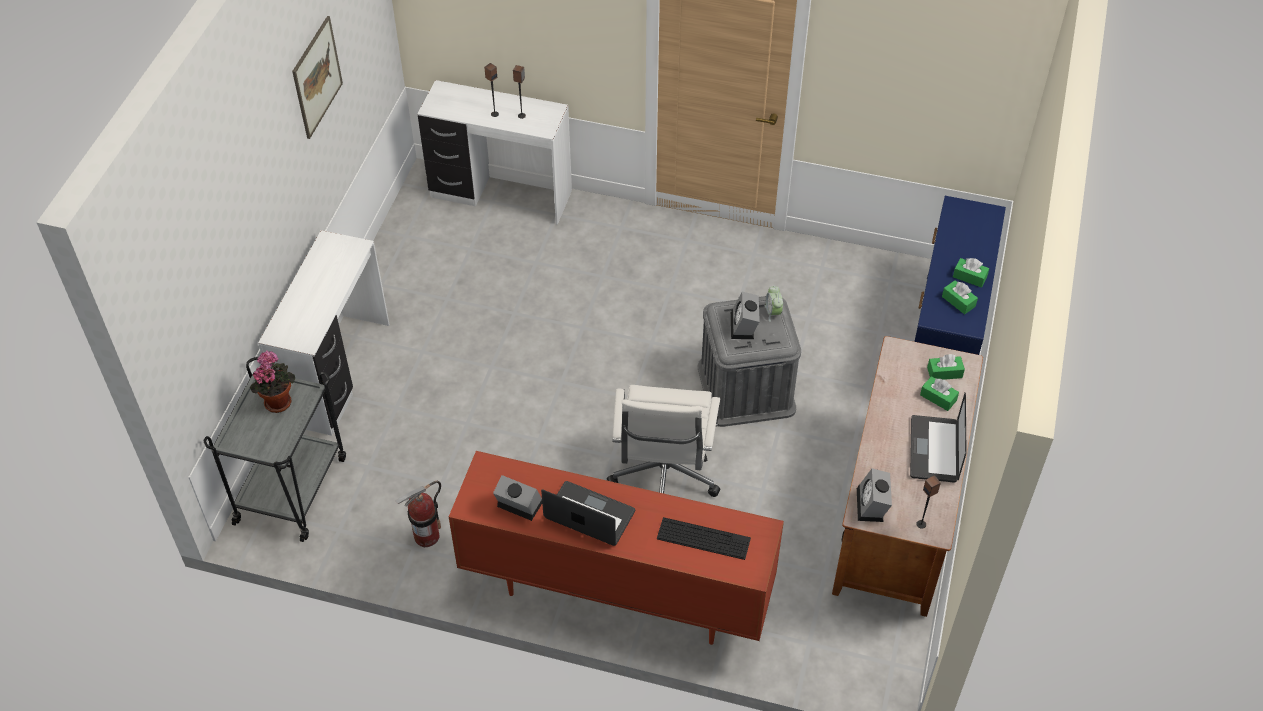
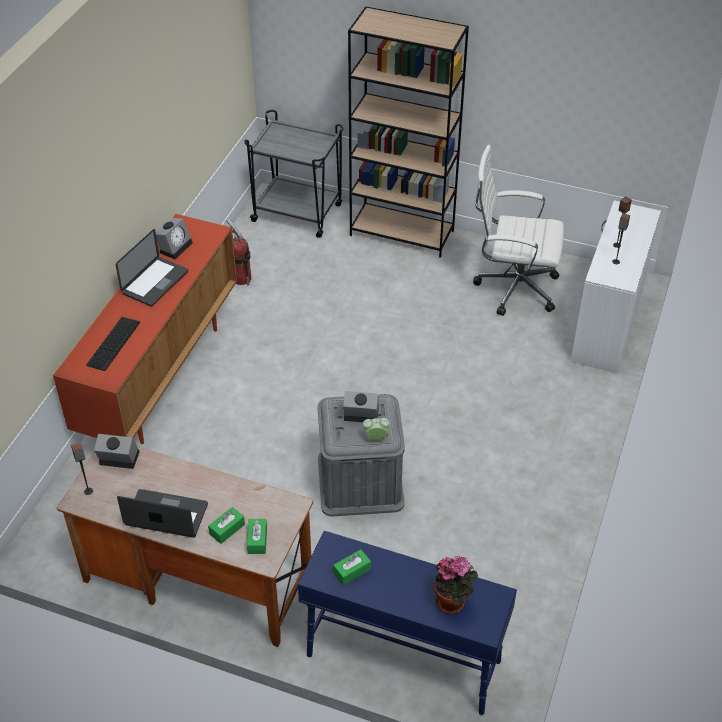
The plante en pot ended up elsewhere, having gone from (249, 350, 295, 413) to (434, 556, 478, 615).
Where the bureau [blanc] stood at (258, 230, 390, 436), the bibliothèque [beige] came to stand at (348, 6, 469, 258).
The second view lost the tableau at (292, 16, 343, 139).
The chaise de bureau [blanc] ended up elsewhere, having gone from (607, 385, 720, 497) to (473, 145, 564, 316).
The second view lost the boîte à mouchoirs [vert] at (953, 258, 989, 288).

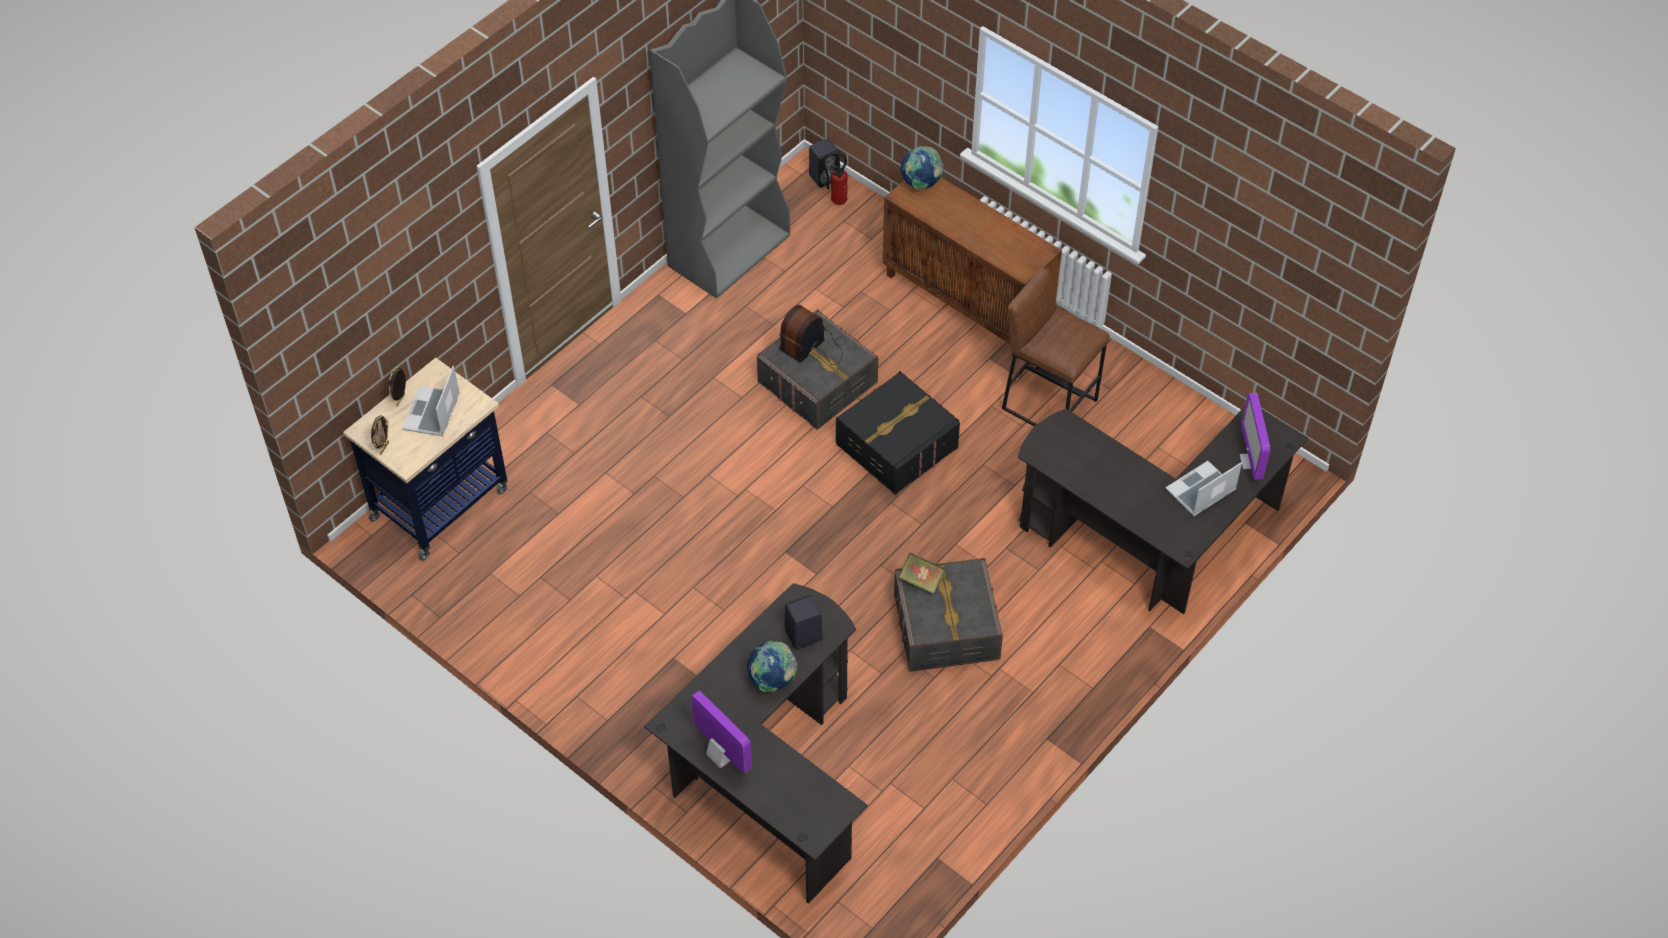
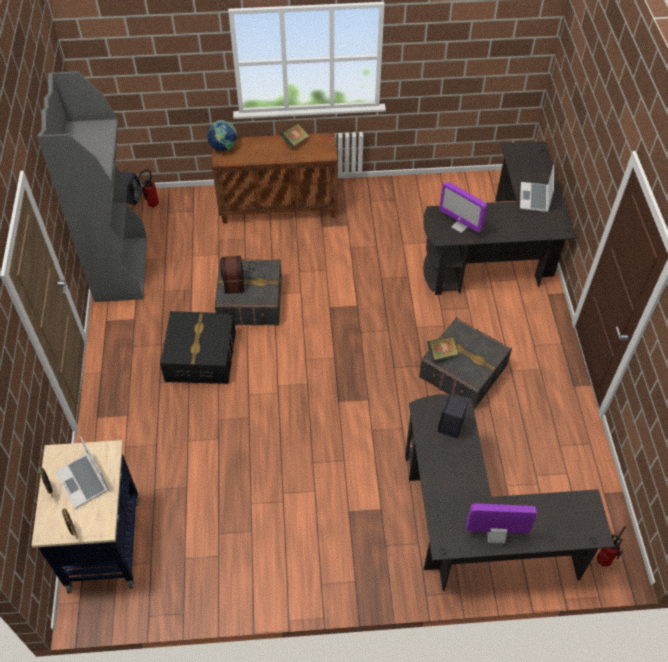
The second view lost the globe at (747, 641, 797, 692).
The boîte de rangement [noir] ended up elsewhere, having gone from (836, 371, 960, 495) to (160, 311, 236, 384).
The second view lost the tabouret [marron] at (1002, 267, 1110, 427).
The écran d'ordinateur ended up elsewhere, having gone from (1240, 393, 1270, 480) to (439, 182, 487, 233).
The second view gained the livre at (280, 123, 309, 148).
The second view gained the extincteur at (597, 526, 626, 567).

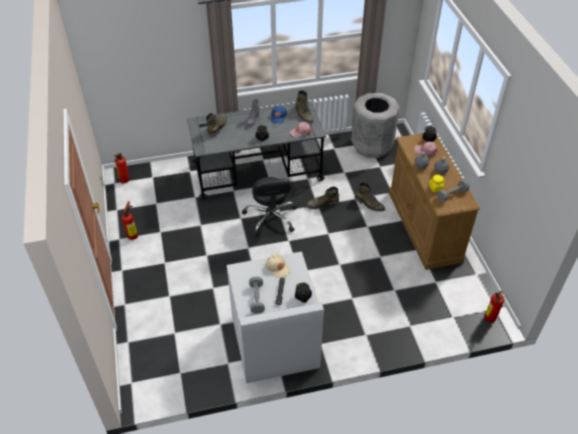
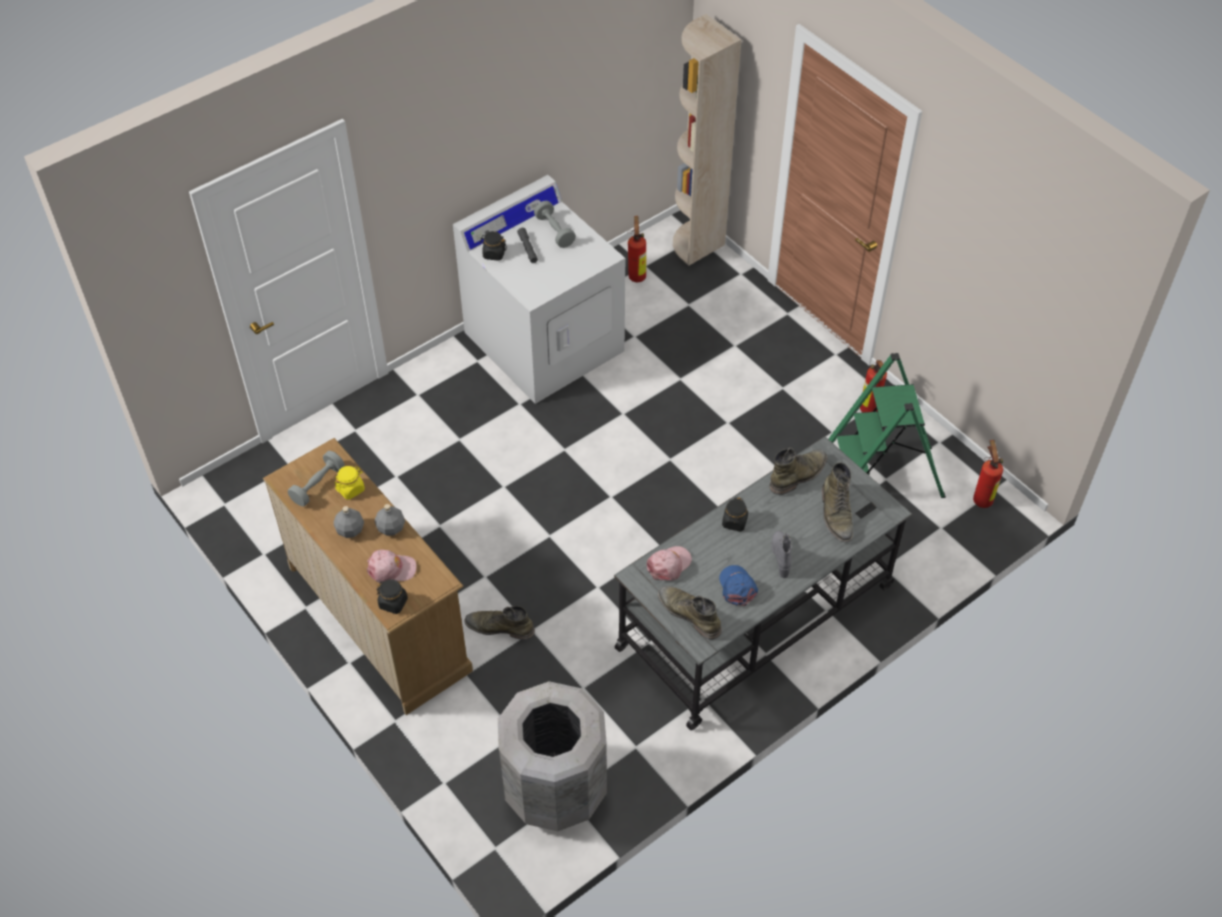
The second view lost the chaise de bureau [noir] at (242, 177, 297, 237).
The second view lost the casquette [beige] at (266, 254, 290, 278).
The botte [vert] ended up elsewhere, having gone from (306, 187, 339, 209) to (769, 447, 827, 495).
The extincteur ended up elsewhere, having gone from (484, 291, 504, 322) to (628, 216, 646, 282).
The second view gained the bibliothèque [beige] at (673, 14, 741, 266).
The second view gained the escabeau [vert] at (829, 353, 946, 498).

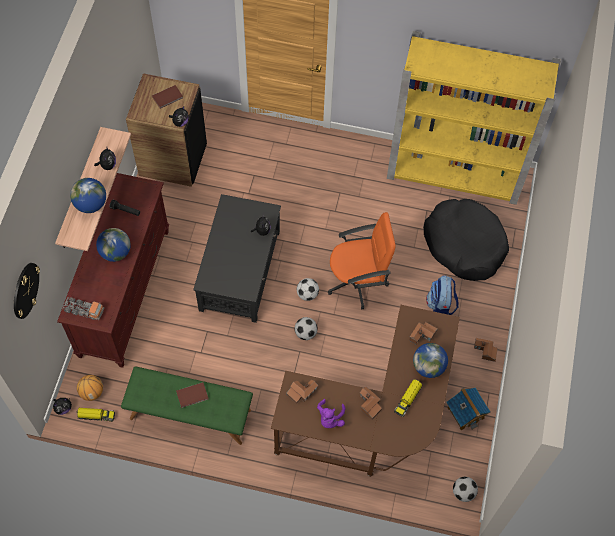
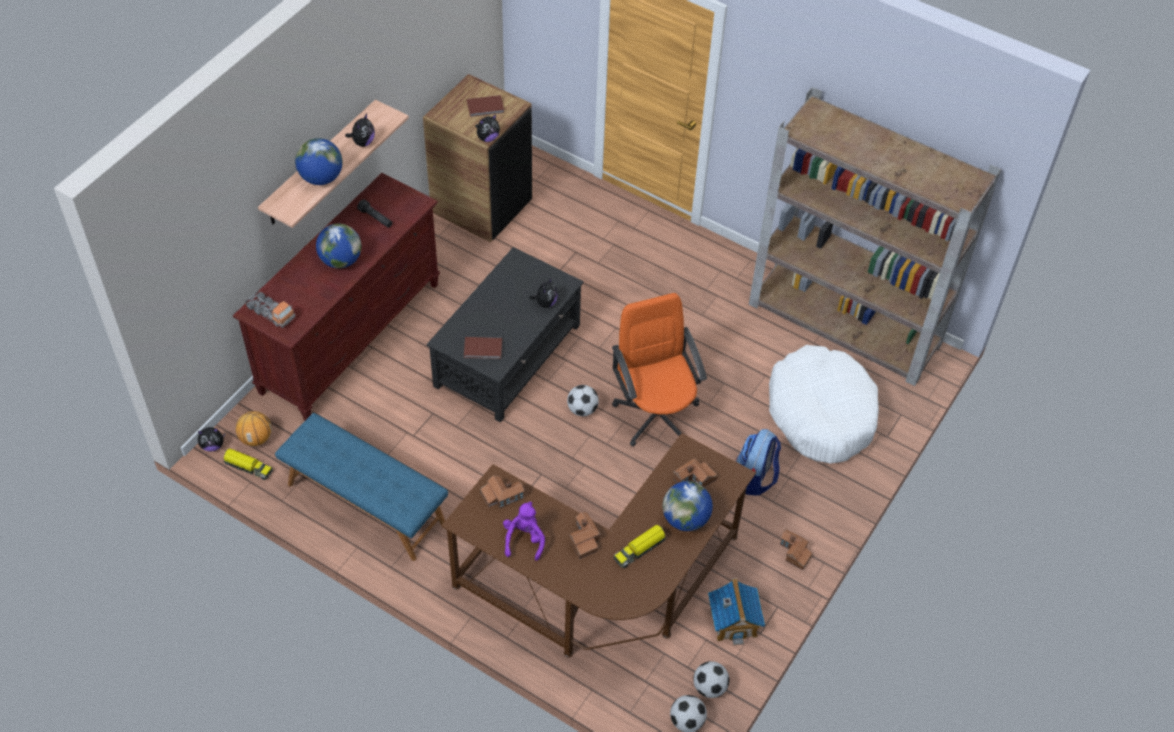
The second view lost the horloge murale at (14, 263, 40, 319).
What was the banc [vert] at (121, 366, 253, 445) turned into the banc [bleu] at (275, 413, 448, 561).
The livre [marron] ended up elsewhere, having gone from (176, 382, 208, 408) to (464, 337, 502, 359).
The ballon de foot ended up elsewhere, having gone from (295, 317, 318, 340) to (693, 661, 730, 698).
The peluche [violet] at (317, 399, 346, 428) ended up facing another way, 150 degrees clockwise from before.
The chaise de bureau [orange] at (328, 212, 396, 310) ended up facing another way, 120 degrees counterclockwise from before.
What was the bibliothèque [jaune] at (387, 31, 561, 205) turned into the bibliothèque [marron] at (749, 87, 1001, 386).
What was the panier pour chien [noir] at (424, 199, 509, 281) turned into the panier pour chien [blanc] at (769, 345, 879, 464).

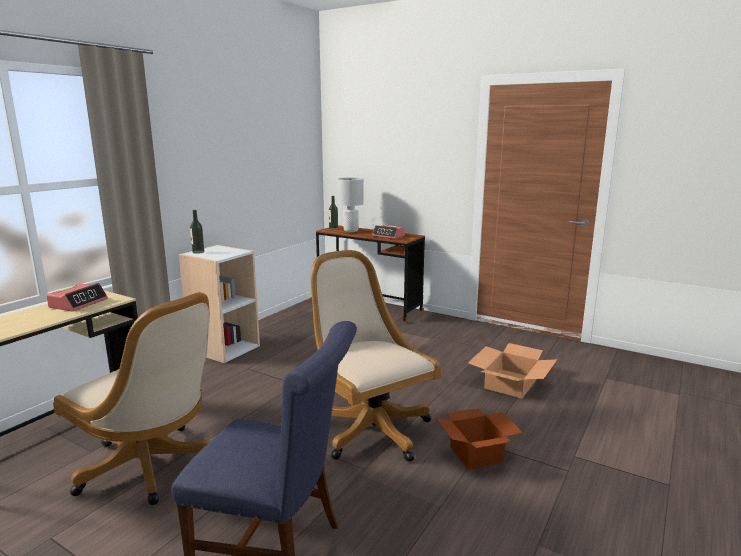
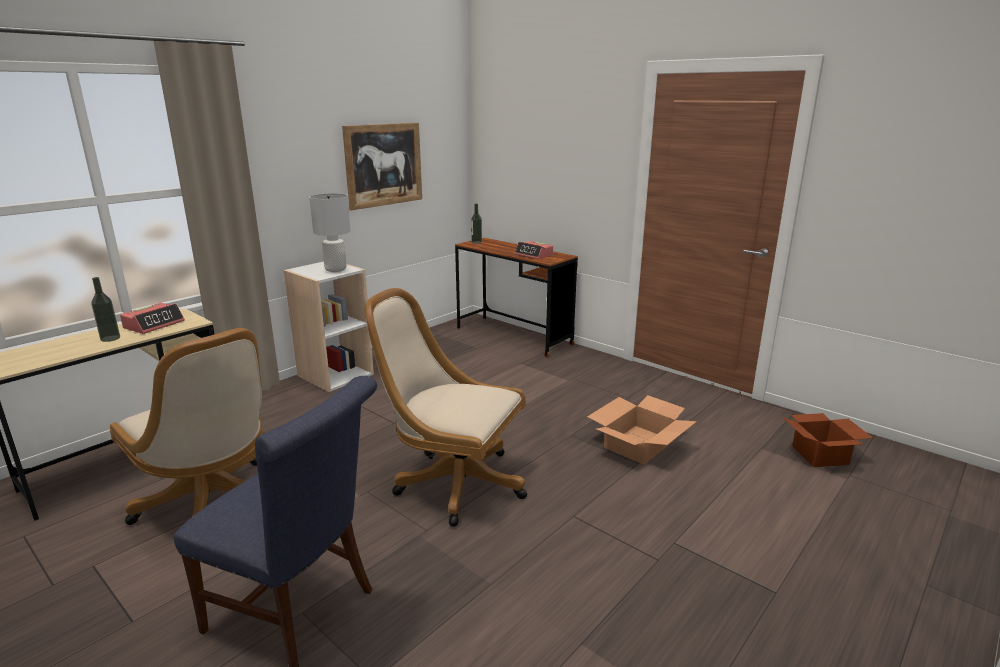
The bouteille ended up elsewhere, having gone from (190, 210, 204, 254) to (91, 277, 120, 342).
The chaise de bureau at (311, 250, 441, 462) ended up facing another way, 45 degrees counterclockwise from before.
The lampe de table [gris] ended up elsewhere, having gone from (338, 178, 364, 232) to (309, 193, 350, 272).
The carton ended up elsewhere, having gone from (436, 408, 523, 470) to (782, 413, 873, 467).
The second view gained the tableau at (342, 123, 422, 210).

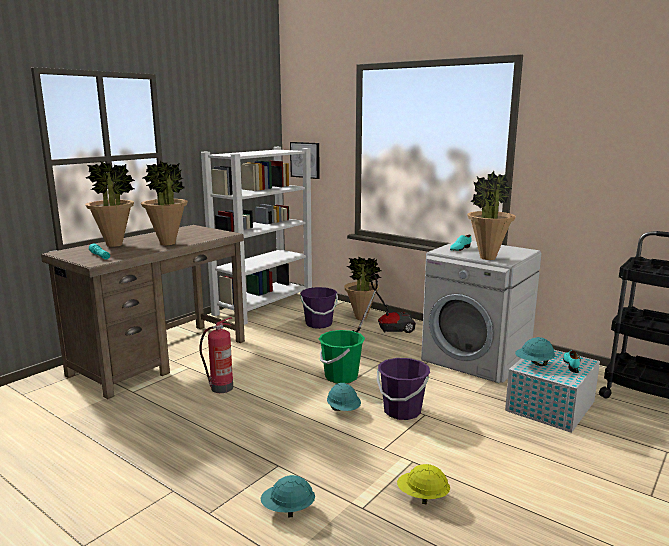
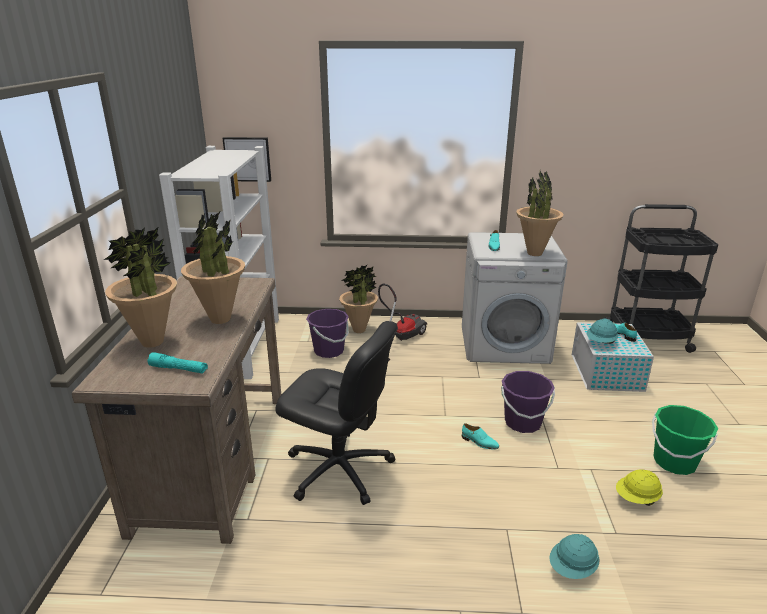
Where the extincteur stood at (199, 317, 233, 393), the chaise de bureau [noir] came to stand at (275, 321, 398, 505).
The seau [vert] ended up elsewhere, having gone from (319, 330, 365, 383) to (652, 405, 718, 475).
Where the casque de chantier [turquoise] stood at (327, 383, 361, 411), the chaussure [turquoise] came to stand at (462, 423, 499, 450).

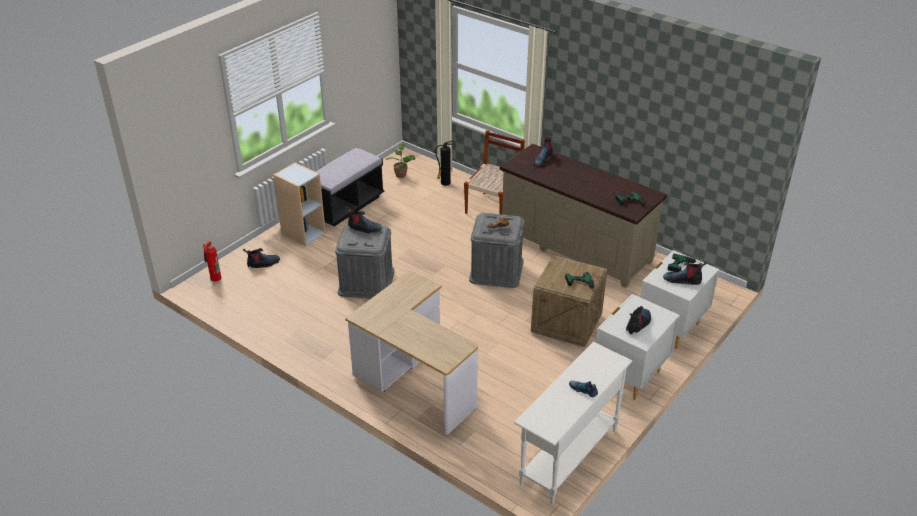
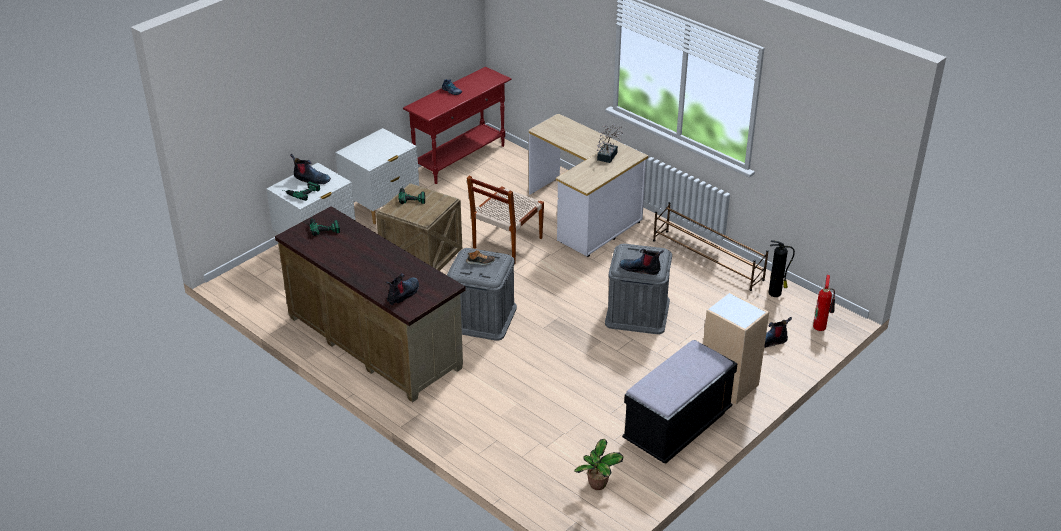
The extincteur ended up elsewhere, having gone from (435, 140, 454, 186) to (768, 240, 795, 297).
The chaise ended up elsewhere, having gone from (464, 130, 525, 214) to (467, 176, 544, 263).
What was the table console [blanc] at (514, 342, 632, 504) turned into the table console [rouge] at (403, 67, 511, 184).
The second view lost the botte at (626, 306, 651, 334).
The second view gained the plante en pot at (597, 124, 623, 163).
The second view gained the étagère à chaussures [marron] at (653, 202, 769, 291).

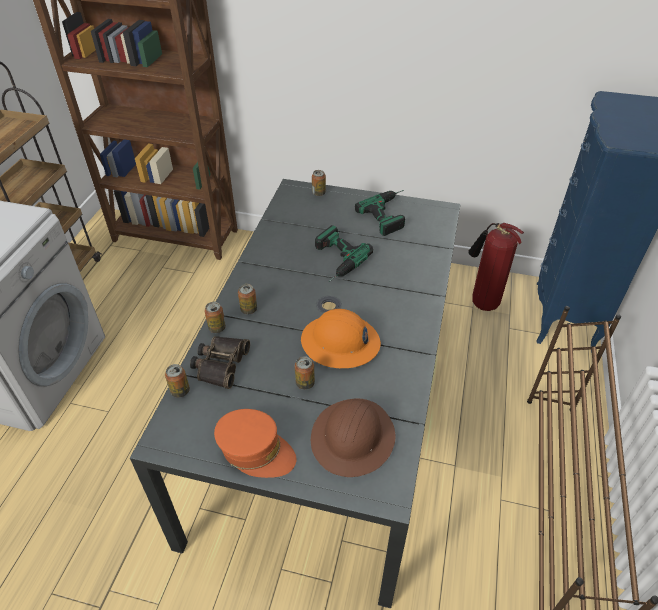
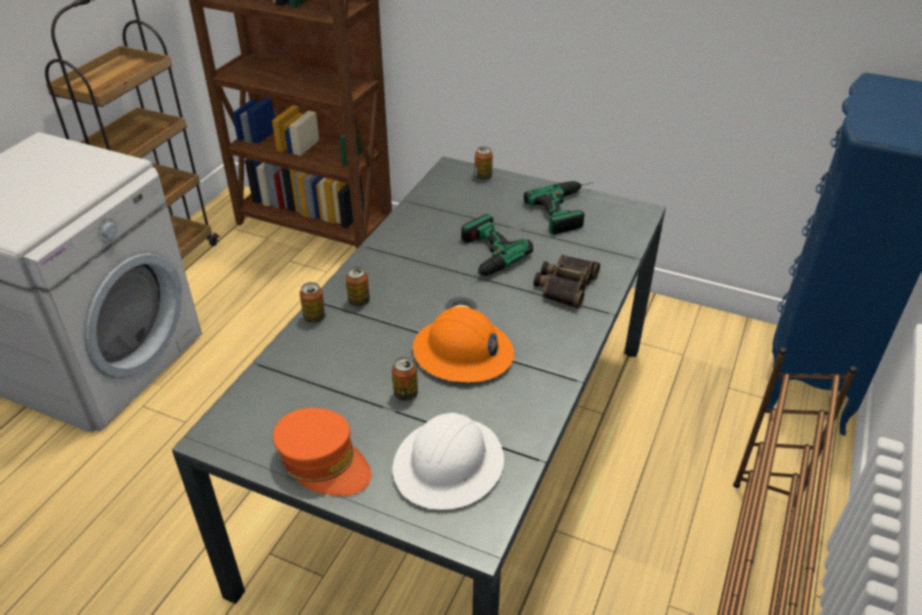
The second view lost the boîte métallique at (165, 364, 190, 398).
The jumelles ended up elsewhere, having gone from (190, 336, 250, 389) to (534, 255, 600, 309).
What was the casque de chantier [marron] at (310, 398, 396, 477) turned into the casque de chantier [blanc] at (392, 413, 504, 510).
The second view lost the extincteur at (468, 223, 524, 311).

